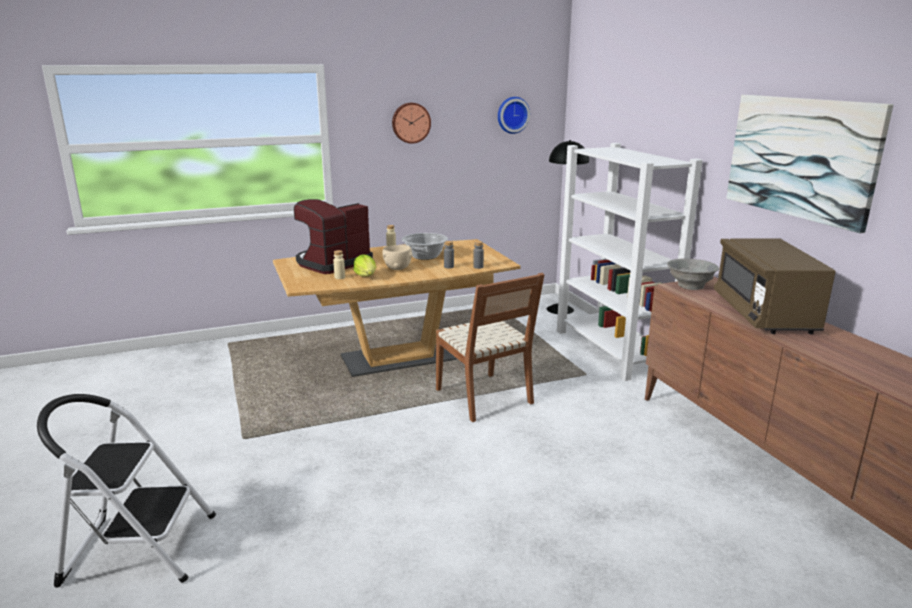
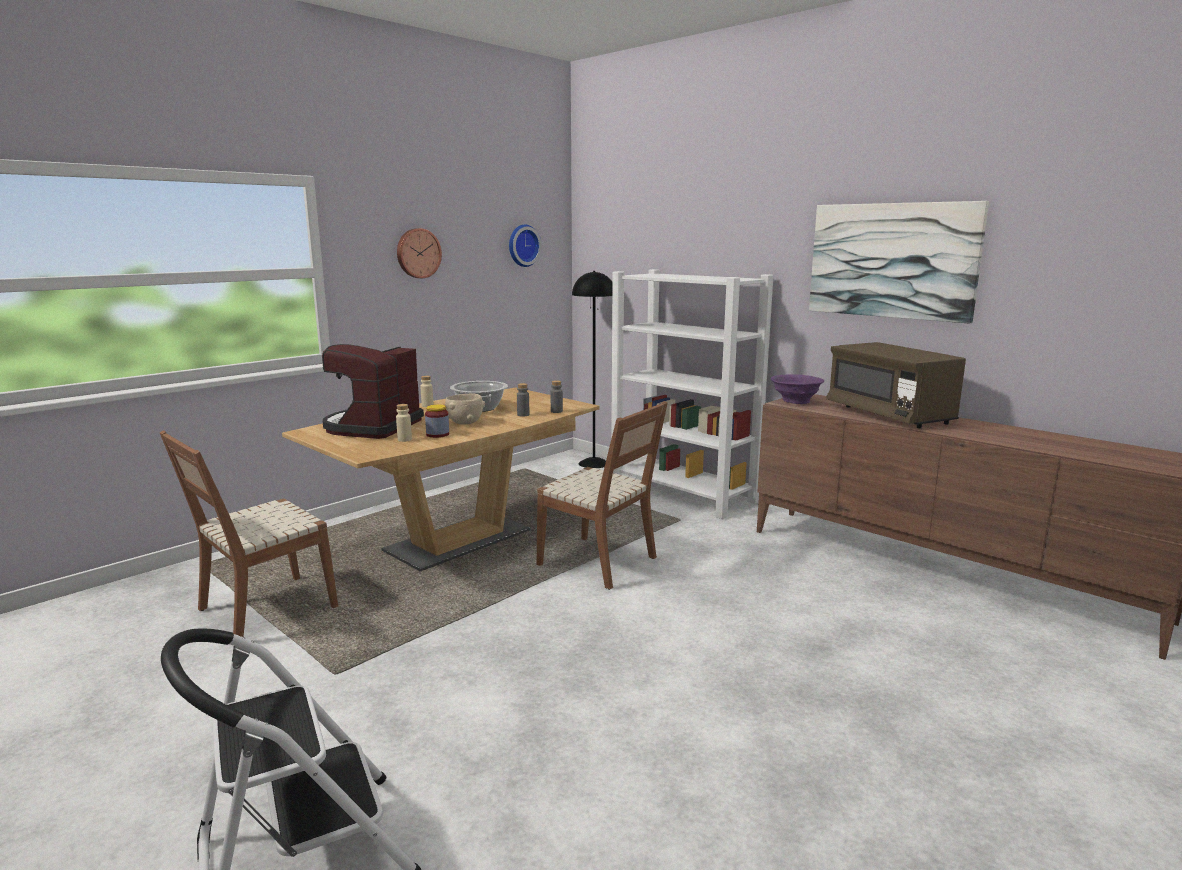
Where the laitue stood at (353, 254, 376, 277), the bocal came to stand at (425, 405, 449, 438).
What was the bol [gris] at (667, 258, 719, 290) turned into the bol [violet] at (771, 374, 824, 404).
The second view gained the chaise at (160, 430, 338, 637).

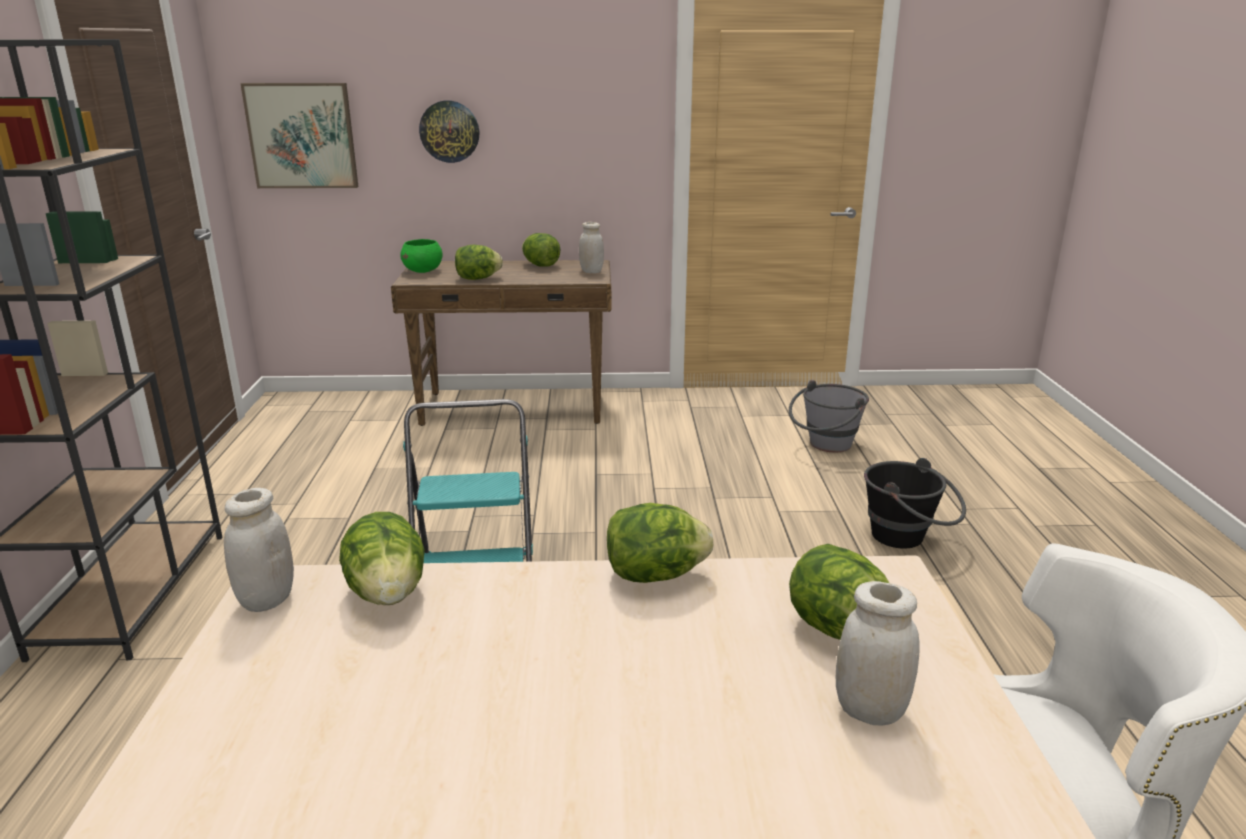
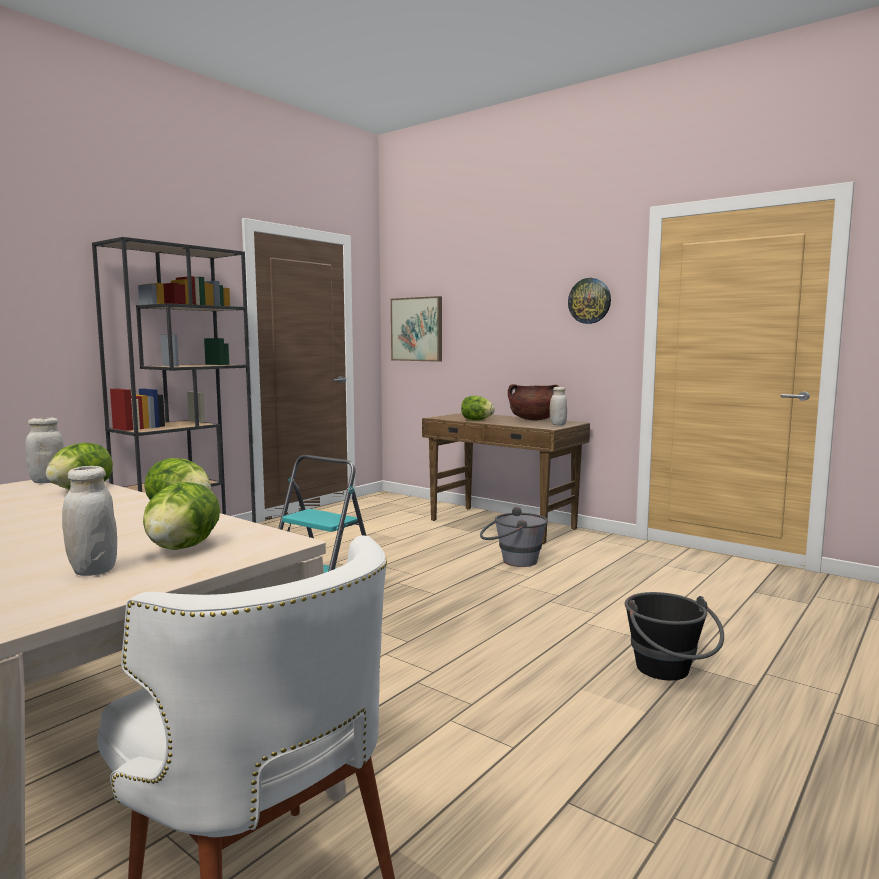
The second view lost the bol [vert] at (400, 239, 443, 273).
The horloge murale ended up elsewhere, having gone from (419, 101, 479, 163) to (568, 278, 611, 324).
Where the laitue stood at (522, 233, 561, 267), the marmite [marron] came to stand at (508, 384, 559, 420).
The seau [gris] ended up elsewhere, having gone from (789, 380, 869, 452) to (480, 507, 548, 567).

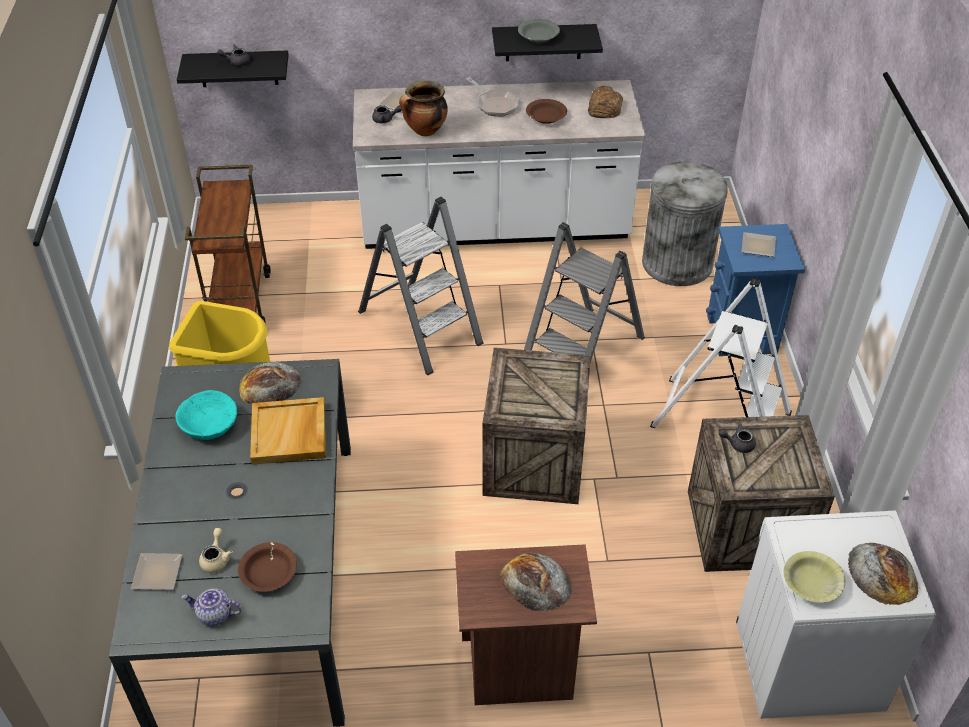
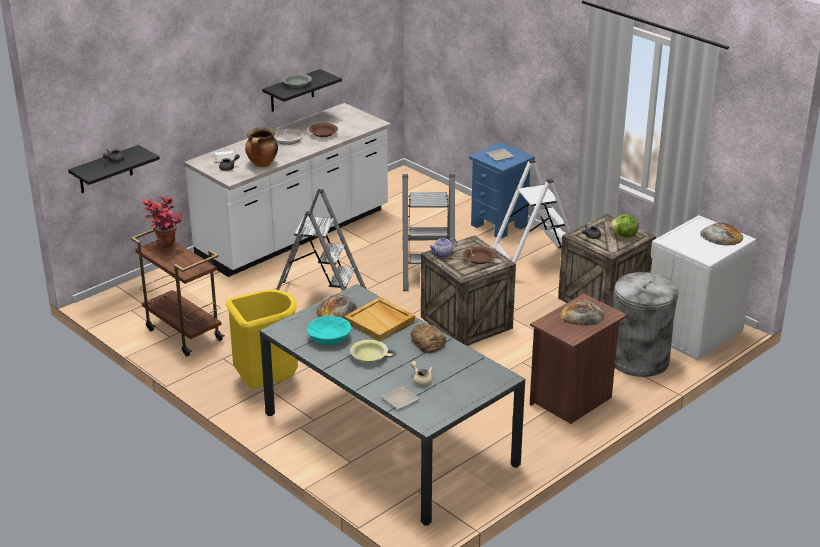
The théière ended up elsewhere, having gone from (182, 588, 242, 626) to (429, 238, 457, 258).
The bol [marron] ended up elsewhere, having gone from (238, 542, 297, 592) to (463, 246, 496, 264).
The pain ended up elsewhere, having gone from (588, 86, 623, 118) to (411, 324, 446, 353).
The poubelle [gris] ended up elsewhere, having gone from (642, 162, 727, 286) to (613, 272, 678, 377).
The bol [jaune] ended up elsewhere, having gone from (784, 551, 846, 603) to (350, 340, 388, 362).
The second view gained the plante en pot at (142, 196, 184, 247).
The second view gained the laitue at (609, 214, 639, 238).

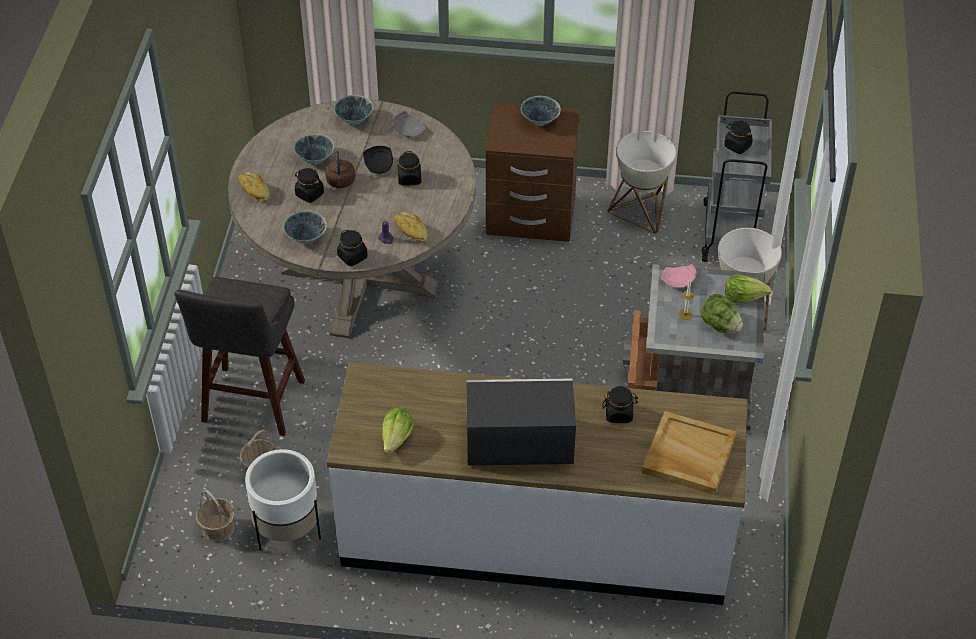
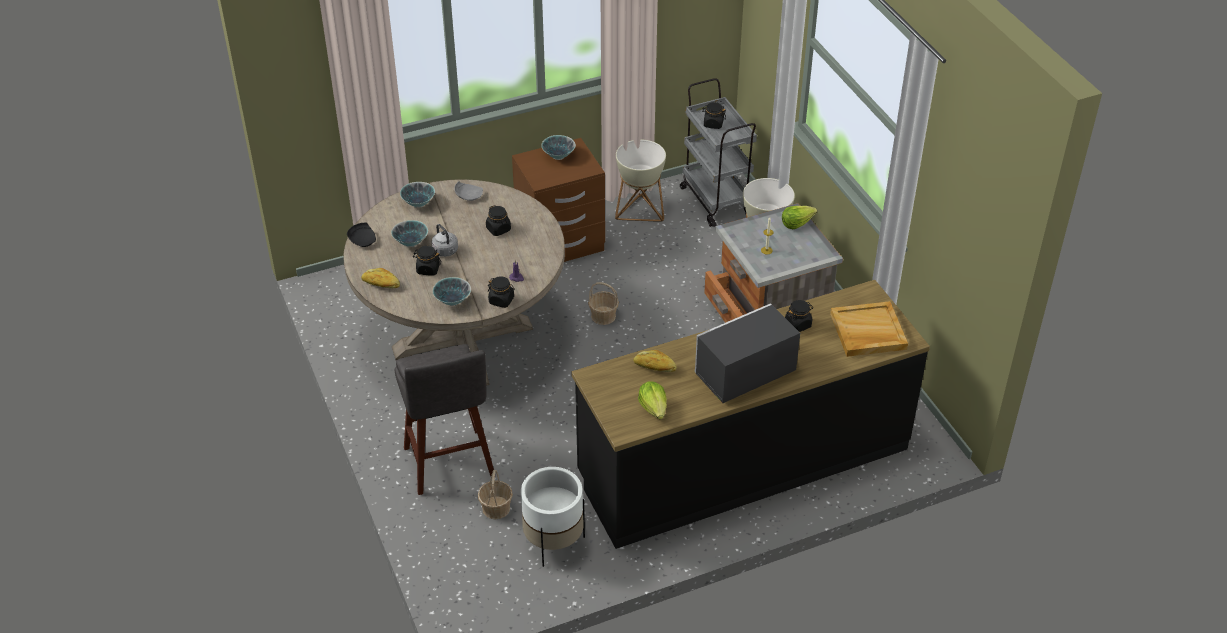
The panier ended up elsewhere, having gone from (196, 490, 235, 542) to (588, 282, 619, 325).
What was the bouilloire [marron] at (325, 150, 355, 188) turned into the bouilloire [gris] at (431, 224, 458, 257).
What was the comptoir de cuisine [blanc] at (326, 363, 747, 605) turned into the comptoir de cuisine [noir] at (572, 280, 930, 549).
The assiette [noir] ended up elsewhere, having gone from (363, 146, 393, 174) to (347, 223, 376, 247).
The pain ended up elsewhere, having gone from (394, 212, 428, 243) to (633, 350, 676, 372).
The second view lost the assiette [rose] at (661, 264, 697, 288).
The second view lost the laitue at (701, 294, 743, 333).

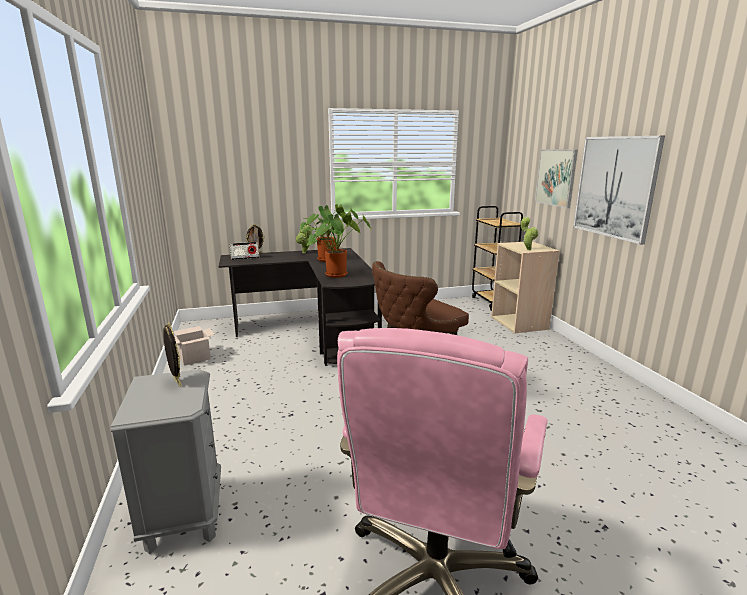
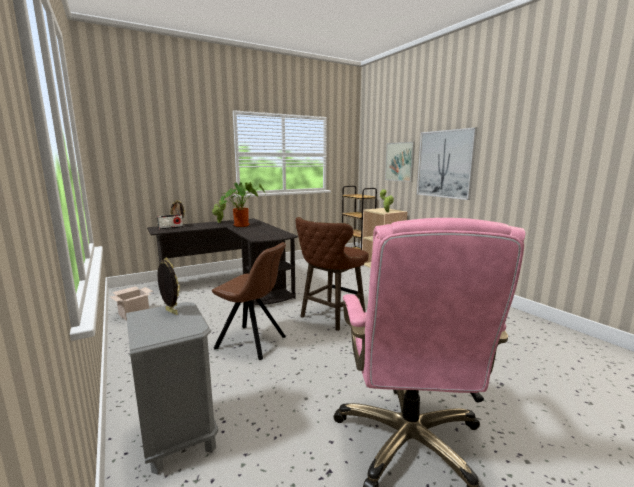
The second view lost the plante en pot at (307, 212, 371, 278).
The second view gained the chaise [marron] at (212, 242, 286, 360).

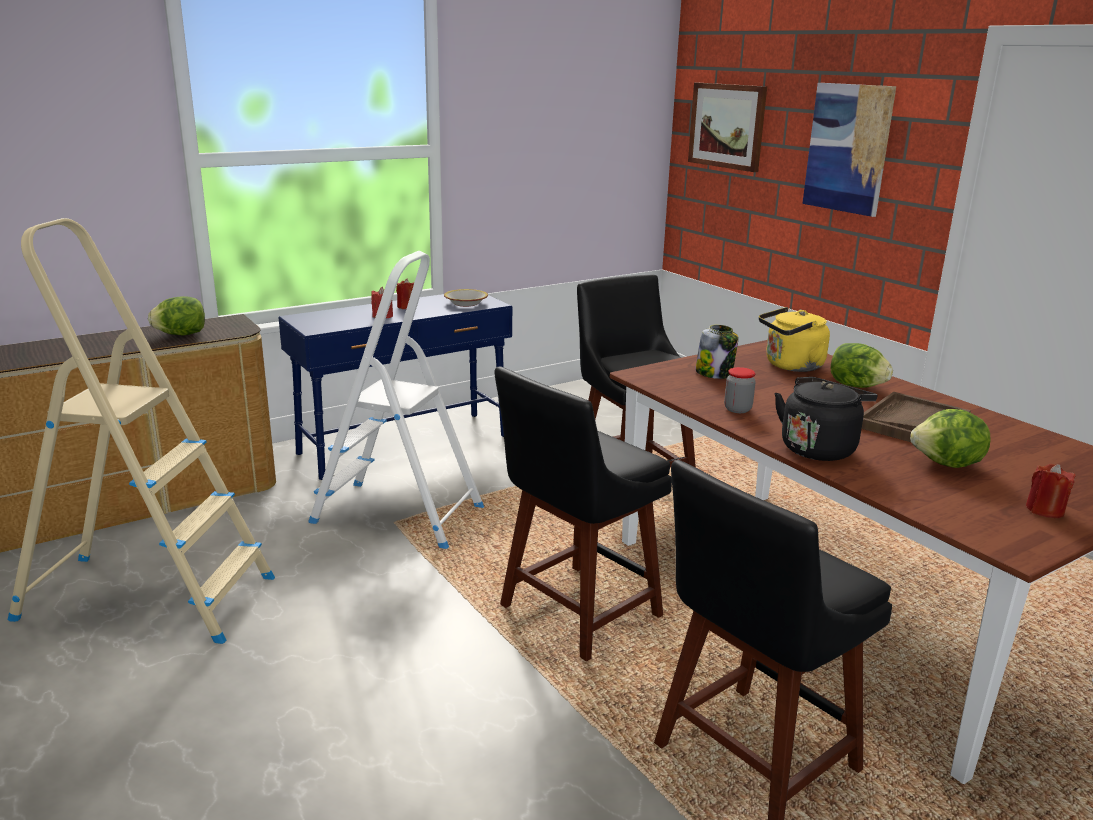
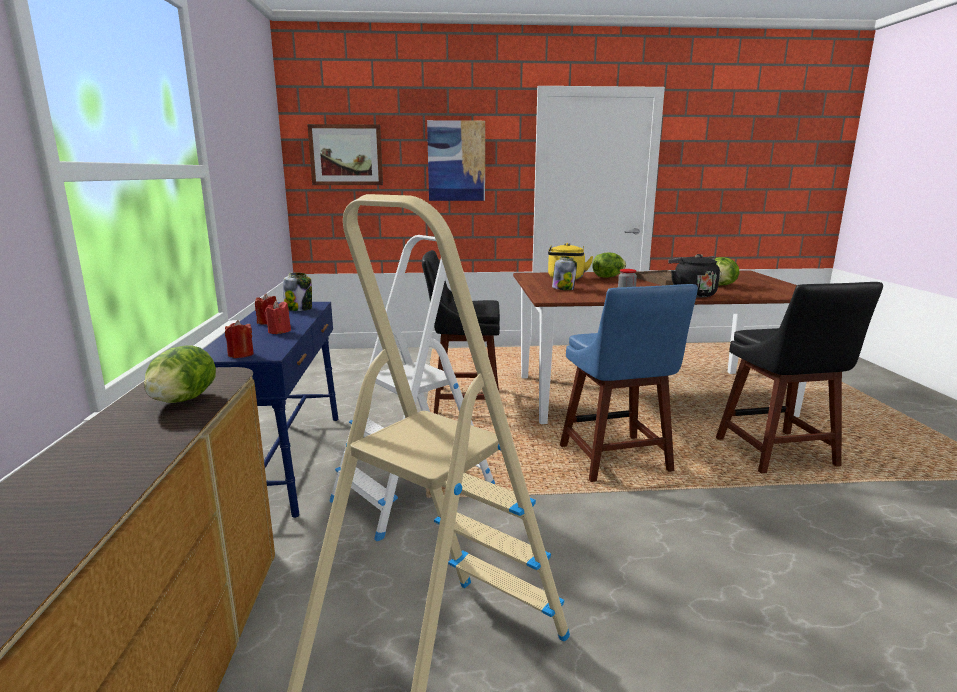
Where the bol stood at (444, 289, 488, 307), the bocal came to stand at (283, 272, 312, 311).
What was the chaise [noir] at (495, 366, 672, 662) turned into the chaise [bleu] at (560, 284, 698, 482).
The bougie [rouge] ended up elsewhere, having gone from (1026, 464, 1076, 518) to (225, 320, 254, 358).

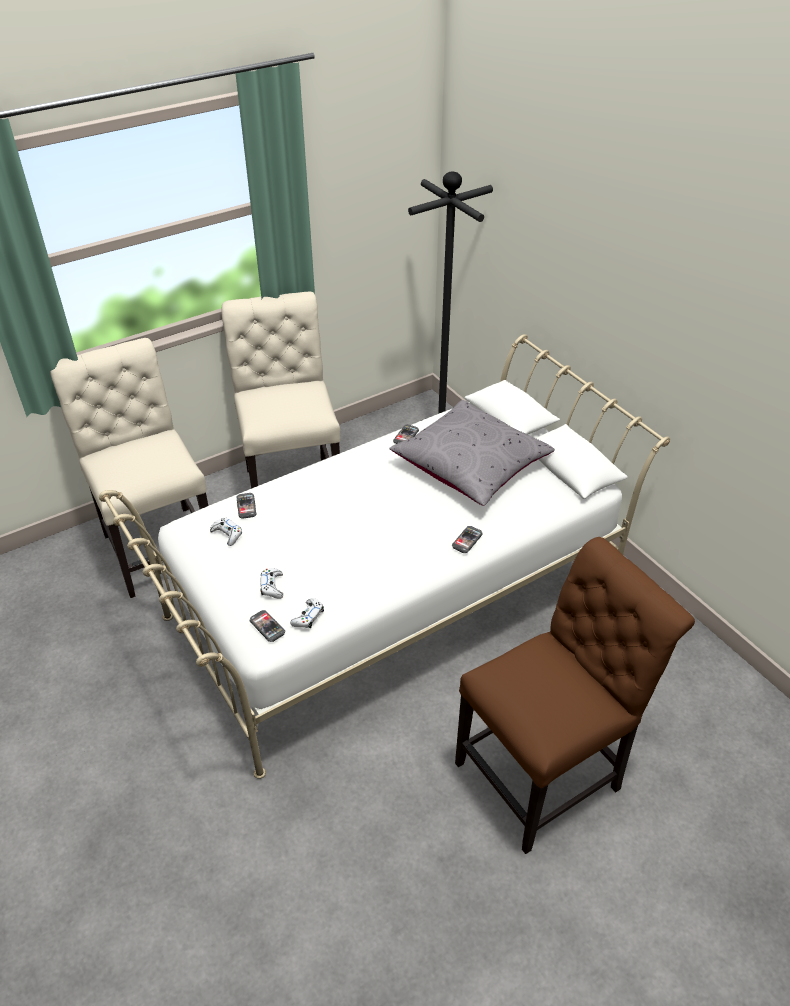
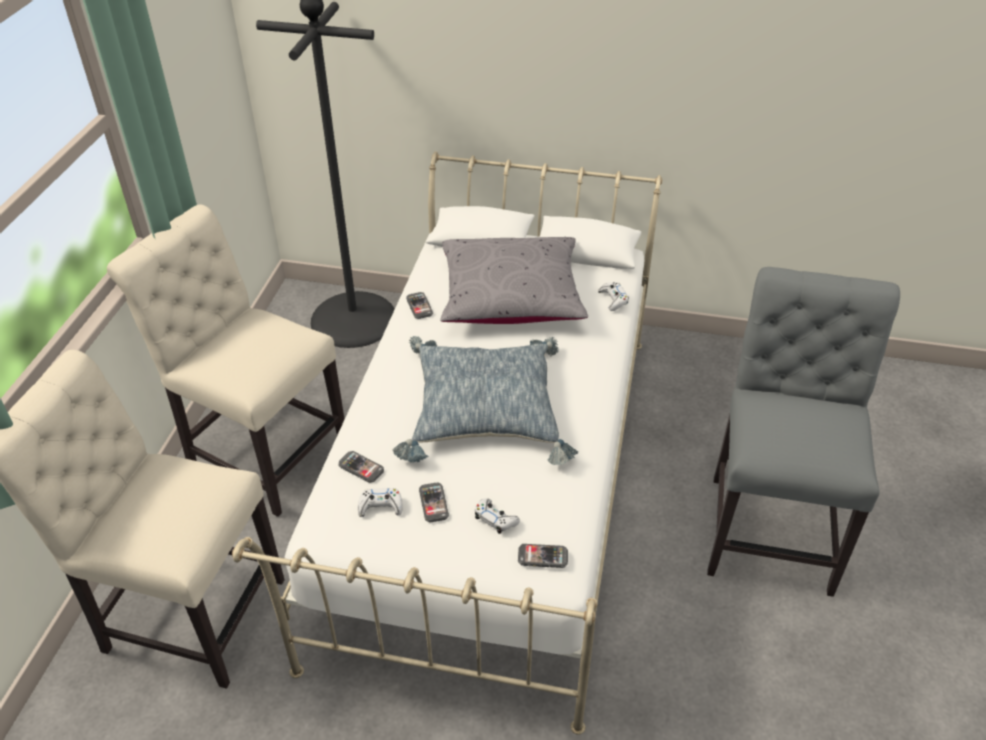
The manette [blanc] ended up elsewhere, having gone from (290, 598, 324, 628) to (598, 282, 629, 311).
The téléphone ended up elsewhere, having gone from (452, 526, 483, 553) to (419, 483, 449, 522).
What was the chaise [marron] at (455, 537, 695, 854) turned into the chaise [gris] at (707, 267, 900, 597).
The second view gained the coussin at (393, 336, 578, 465).

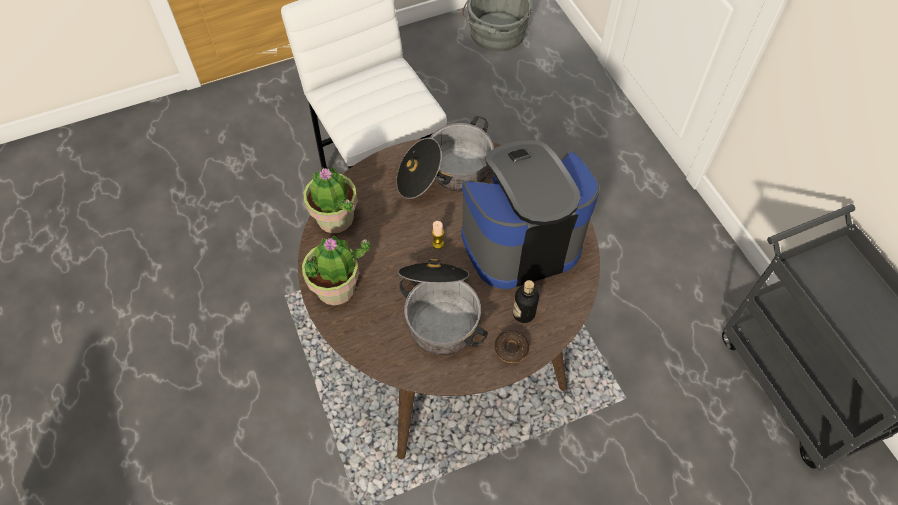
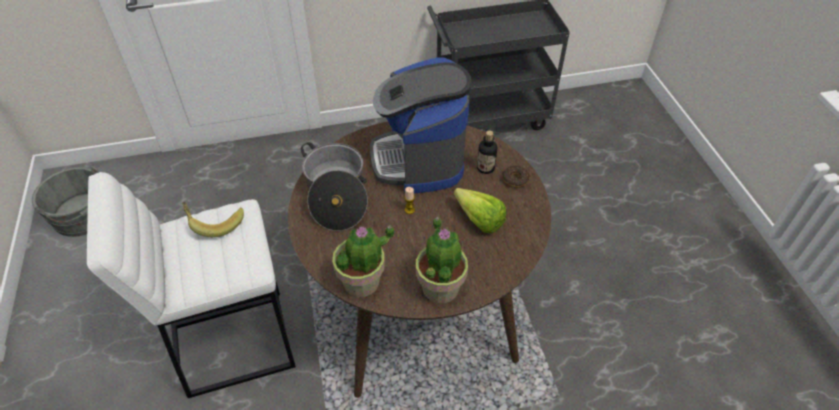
Where the marmite stood at (398, 259, 488, 355), the laitue came to stand at (454, 188, 506, 233).
The second view gained the banane at (182, 202, 244, 237).

